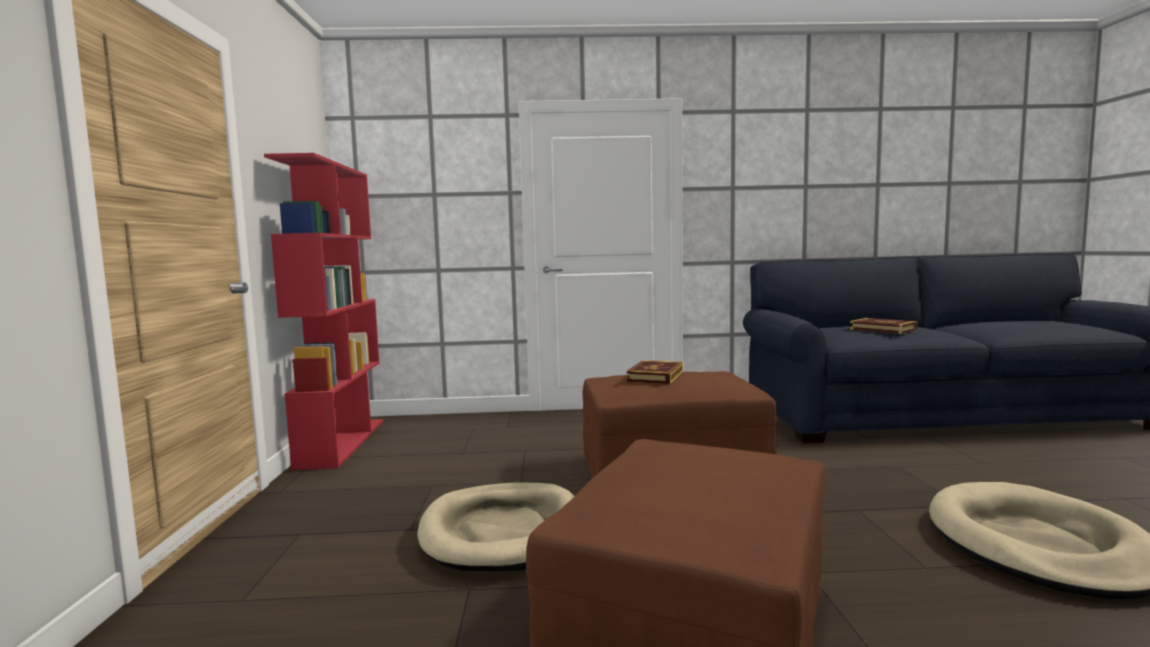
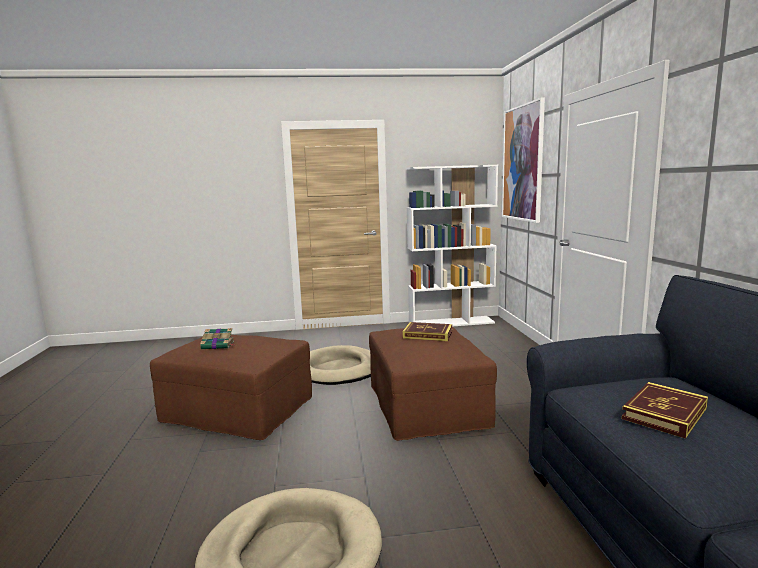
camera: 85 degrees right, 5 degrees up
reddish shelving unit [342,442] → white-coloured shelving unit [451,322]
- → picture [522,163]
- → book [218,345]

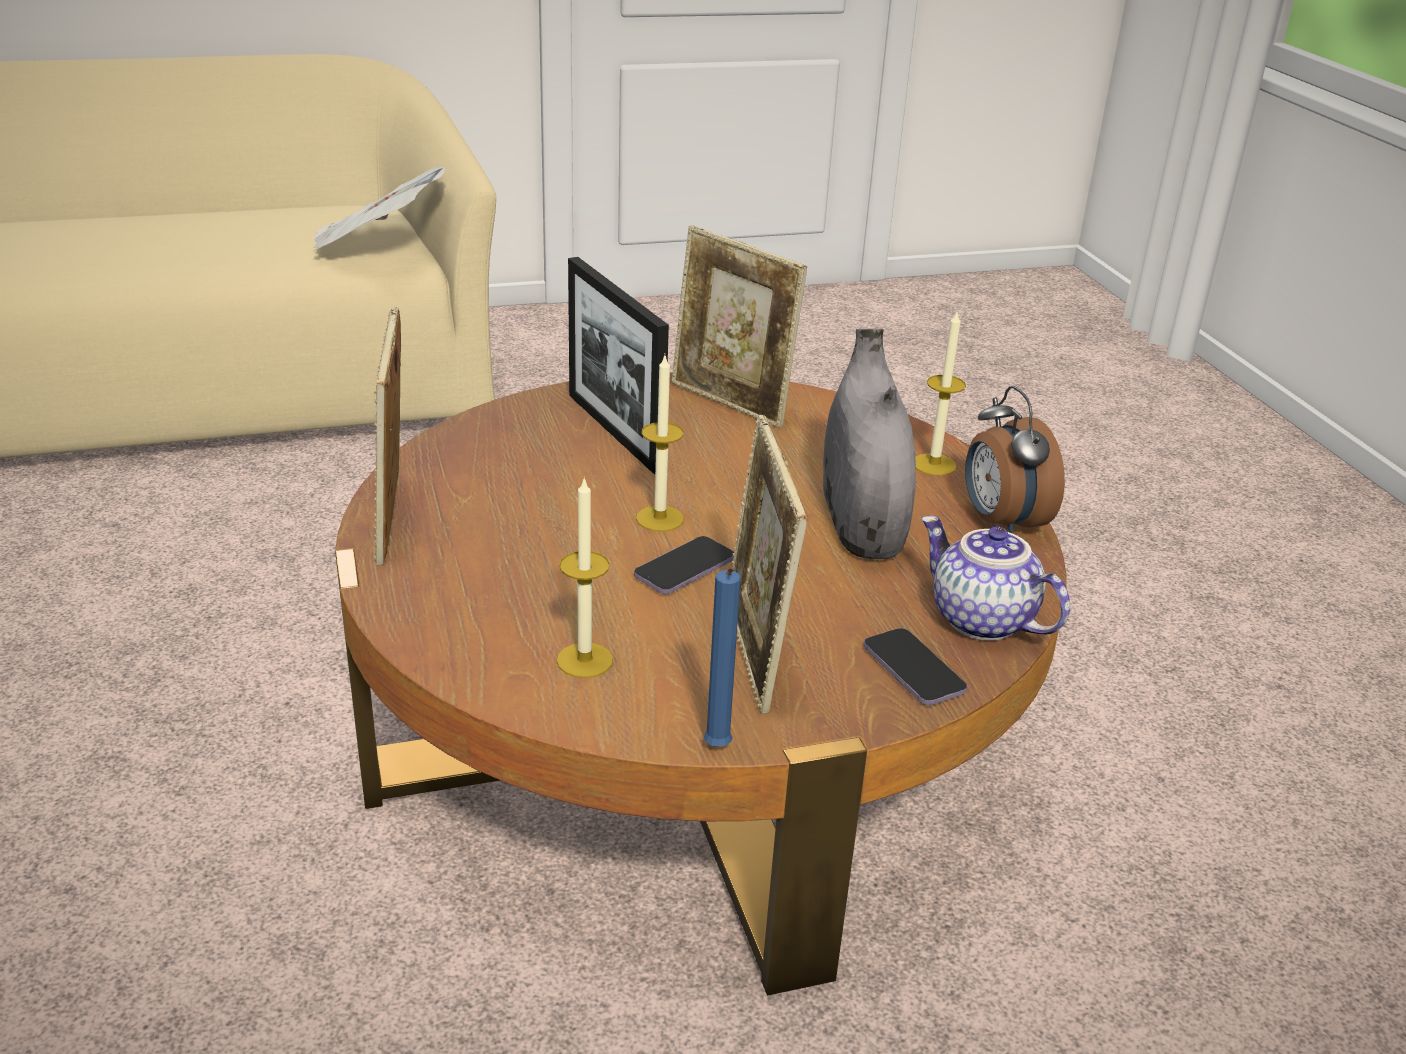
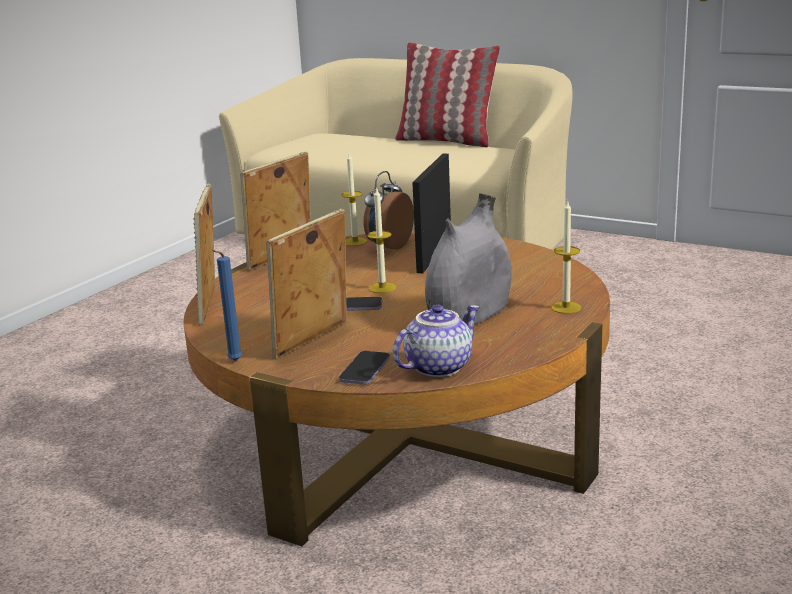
camera: 50 degrees right, 10 degrees down
newspaper [376,246] → -
standing frame [731,403] → standing frame [211,306], shifted
alarm clock [1000,522] → alarm clock [388,247], shifted
wax candle [584,660] → wax candle [355,242], shifted
tea pot [979,620] → tea pot [438,366], 45 degrees clockwise
- → pillow [446,141]

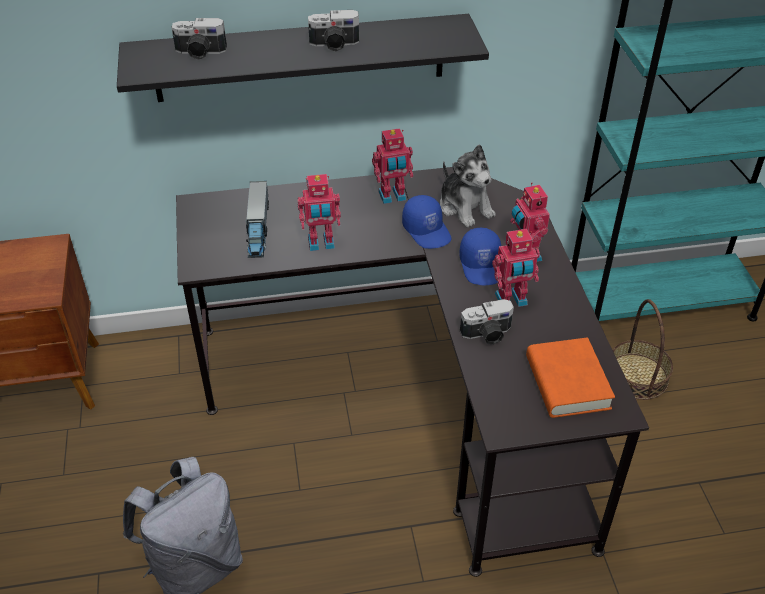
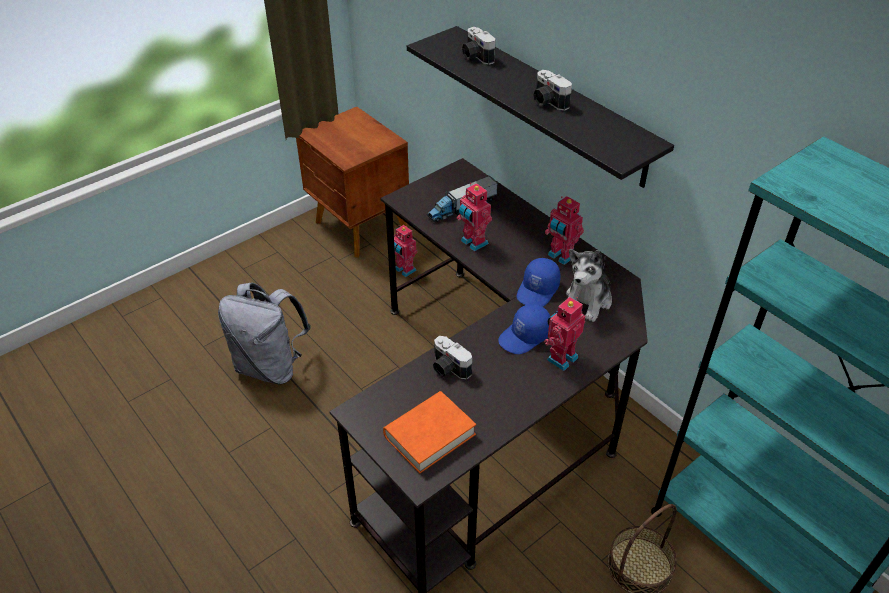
camera: 60 degrees right, 0 degrees up
toy robot [511,301] → toy robot [404,270], shifted

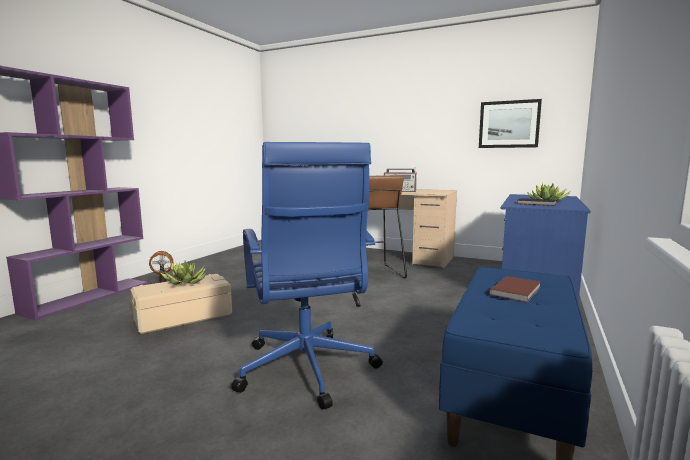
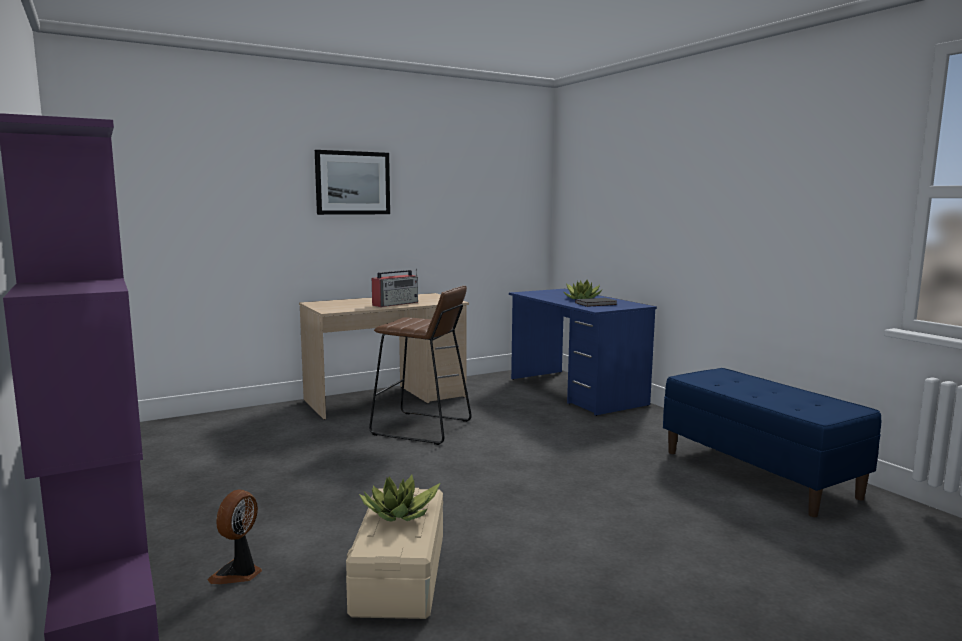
camera: 55 degrees left, 0 degrees up
picture [509,124] → picture [352,183], shifted
blue-coloured desk chair [306,370] → -
brown-coloured book [517,291] → -

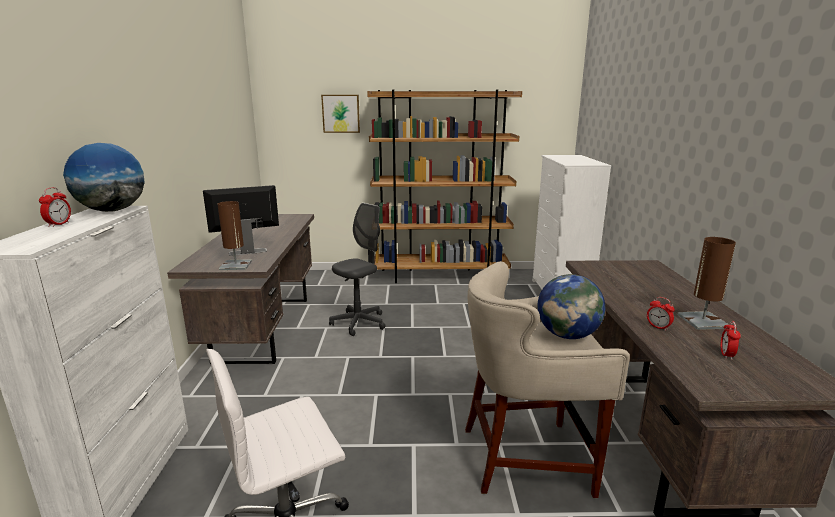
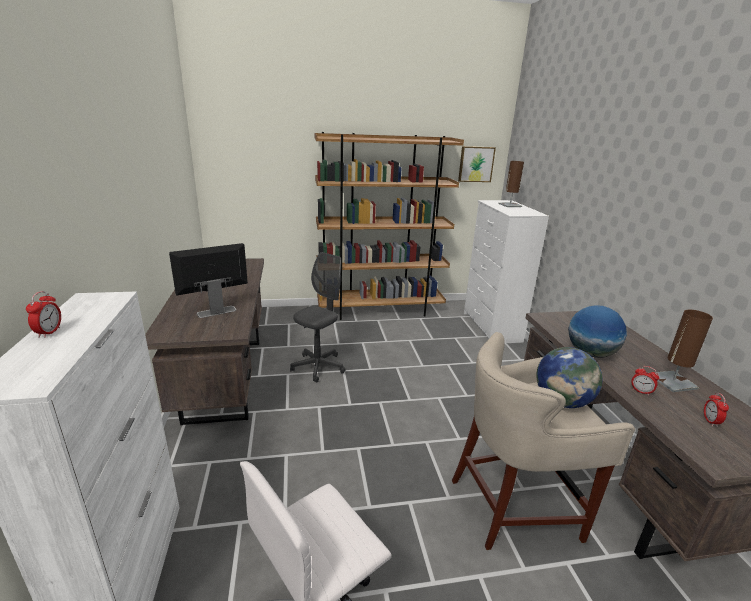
camera: 10 degrees left, 5 degrees up
picture [341,113] → picture [475,164], shifted
desk globe [112,210] → desk globe [590,353], shifted
brown-coloured tabletop lamp [236,265] → brown-coloured tabletop lamp [510,205], shifted

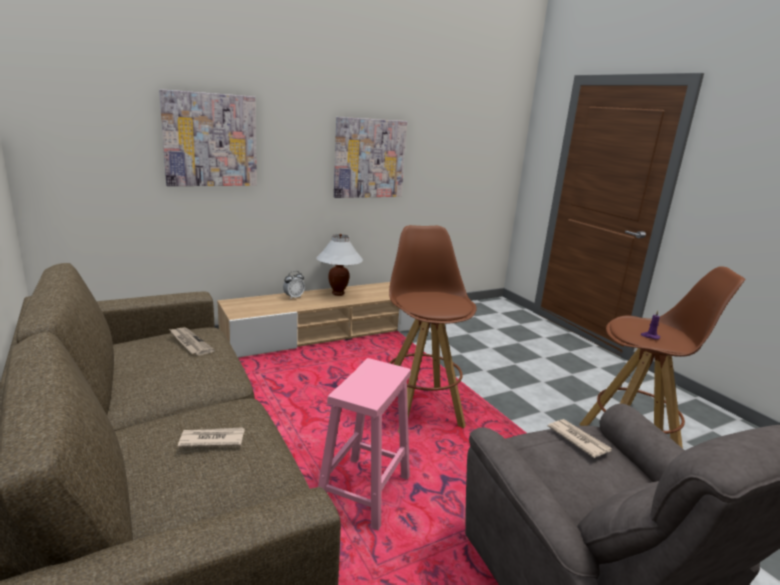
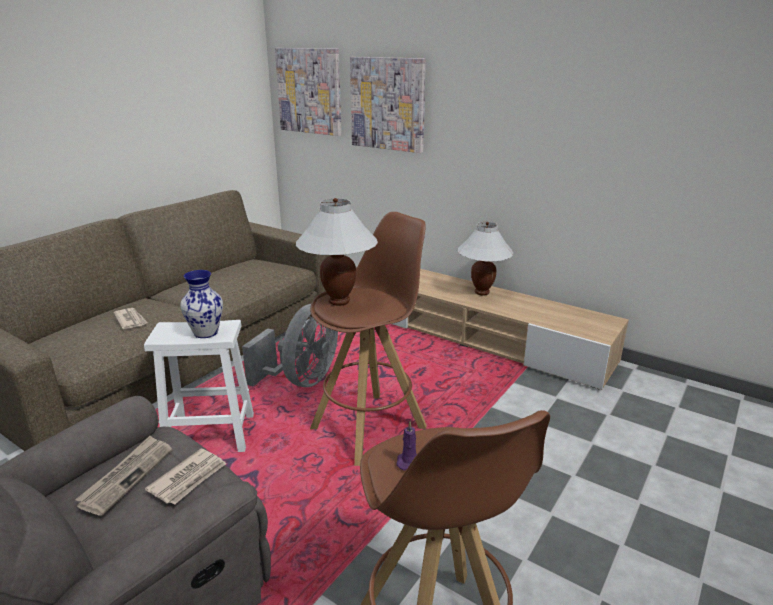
camera: 65 degrees right, 5 degrees up
picture [369,158] → picture [309,91], shifted
alarm clock [293,297] → -
newspaper [190,343] → newspaper [127,476], shifted
pink-coloured stool seat [364,493] → white-coloured stool seat [208,435]
- → white-coloured tabletop lamp [339,301]
- → vase [205,332]
- → greyish fan [302,380]

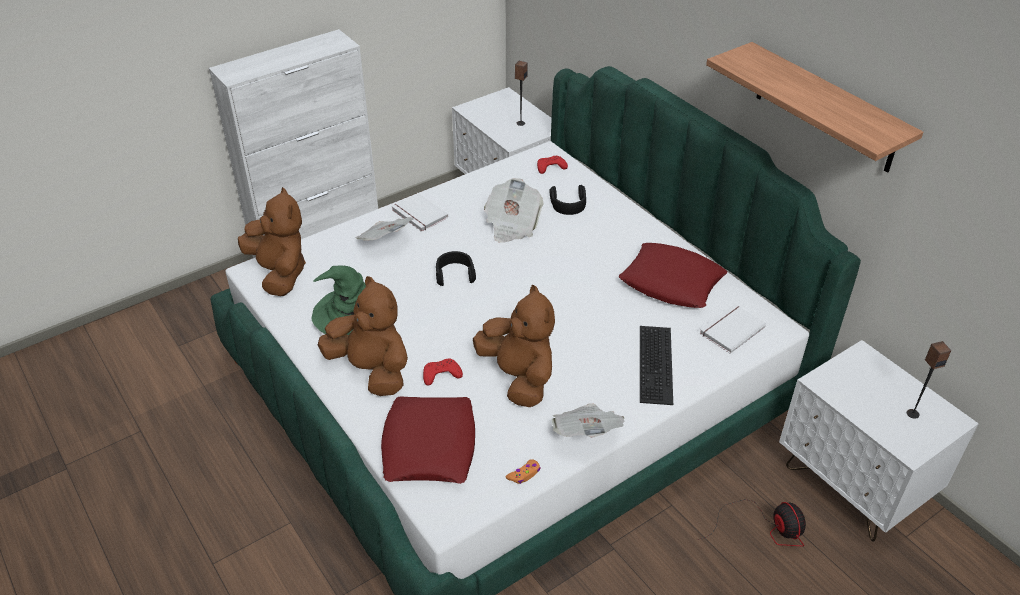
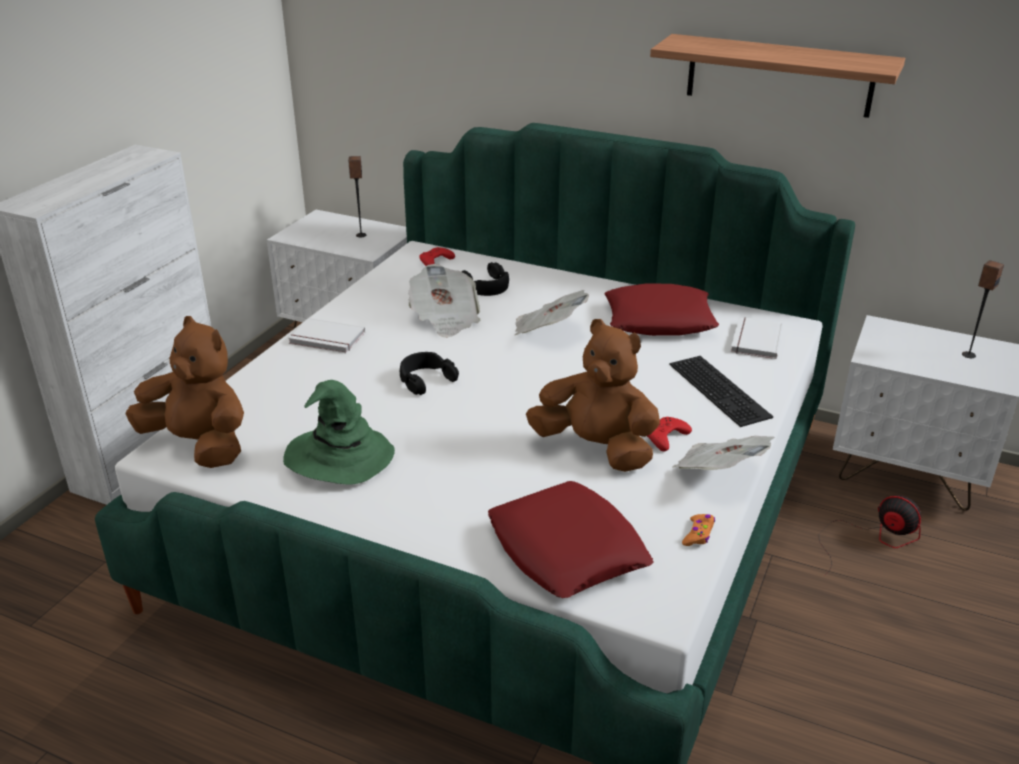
camera: 30 degrees left, 10 degrees down
newspaper [385,241] → newspaper [548,330], shifted
brown-coloured plush toy [371,370] → -
reddish joypad [441,374] → reddish joypad [666,437], shifted

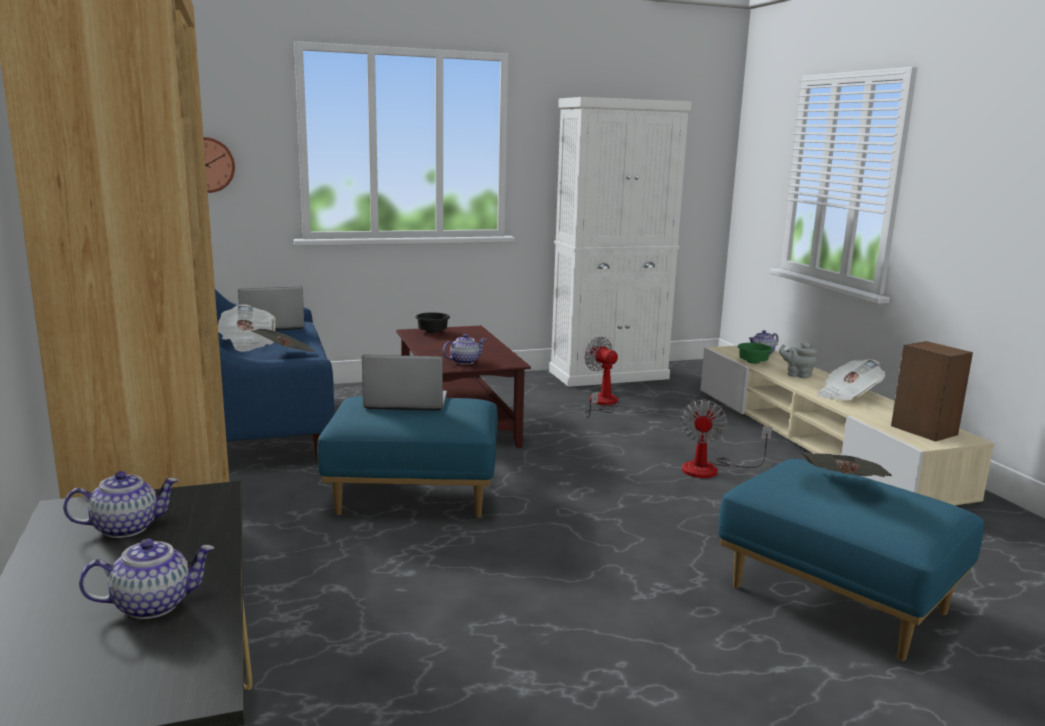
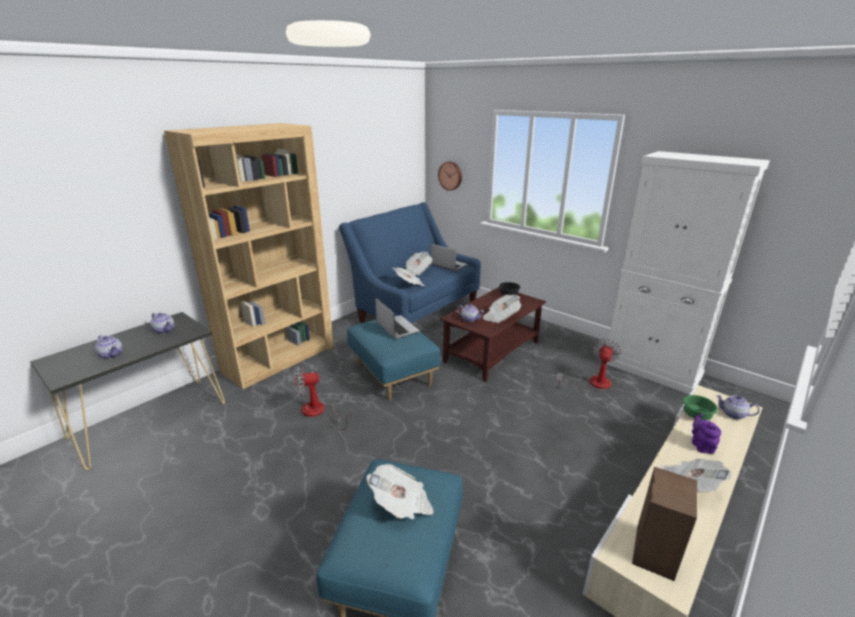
camera: 60 degrees right, 10 degrees up
greyish tea pot [797,375] → purplish tea pot [701,445]
fan [711,469] → fan [319,413], shifted
- → newspaper [500,317]

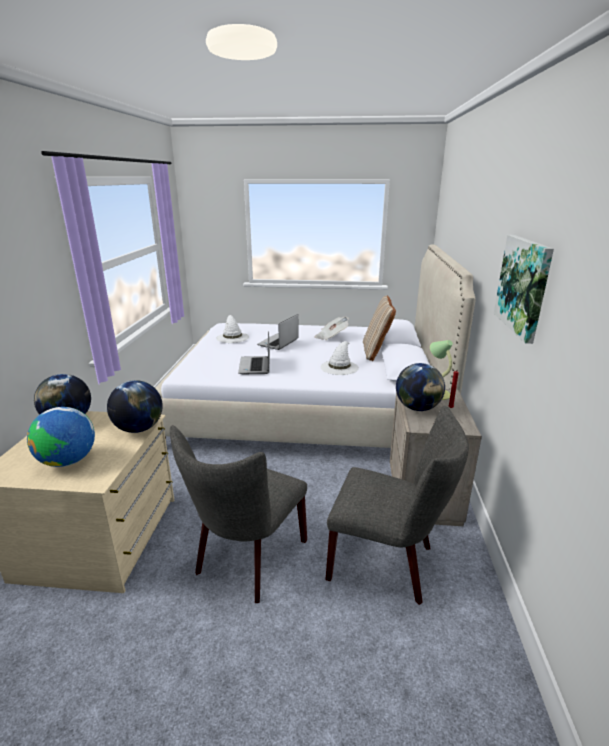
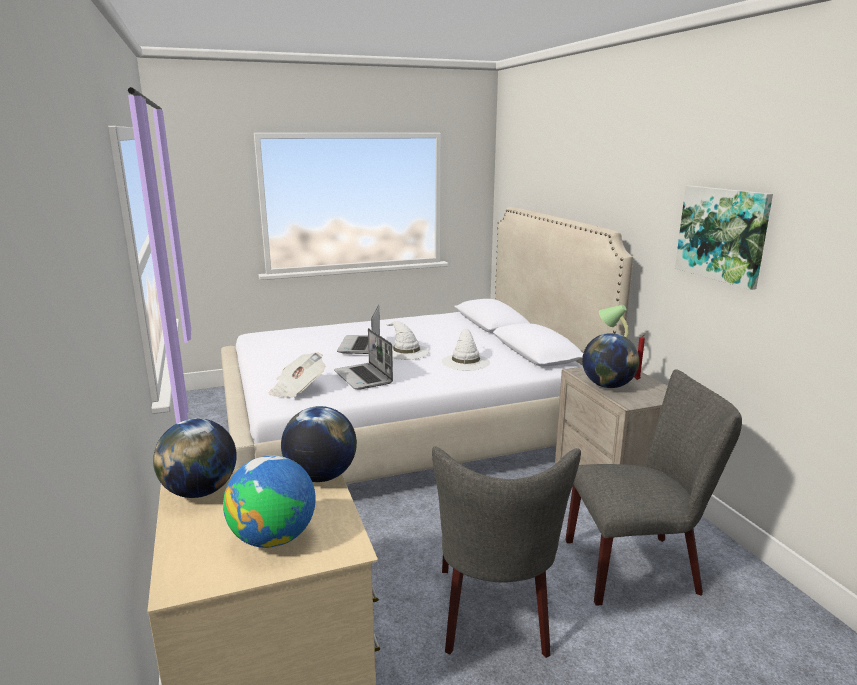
camera: 25 degrees left, 5 degrees down
sand-coloured pillow [376,352] → -
white-coloured clothing hat [232,337] → white-coloured clothing hat [406,351], shifted
newspaper [331,337] → newspaper [297,389], shifted

